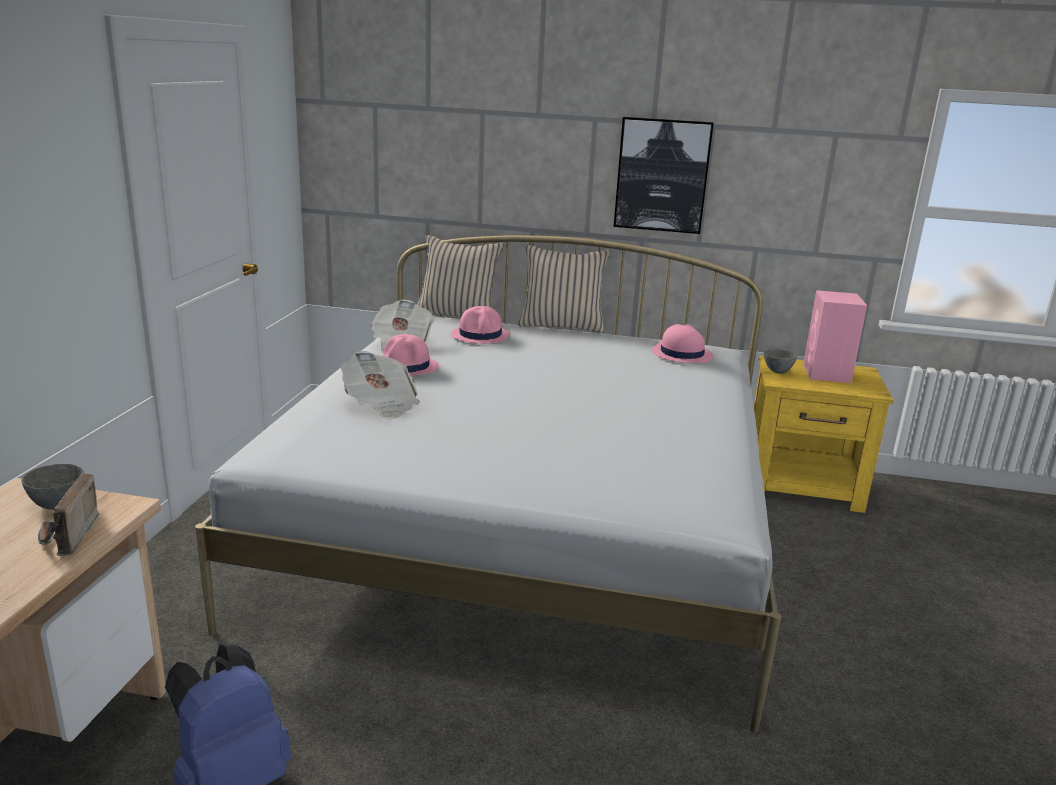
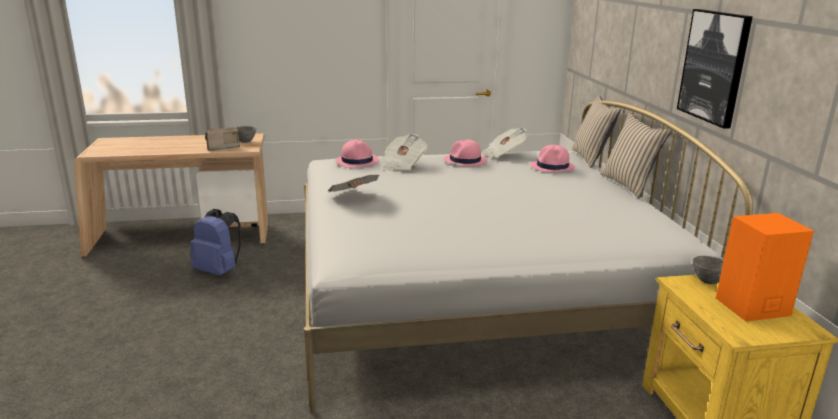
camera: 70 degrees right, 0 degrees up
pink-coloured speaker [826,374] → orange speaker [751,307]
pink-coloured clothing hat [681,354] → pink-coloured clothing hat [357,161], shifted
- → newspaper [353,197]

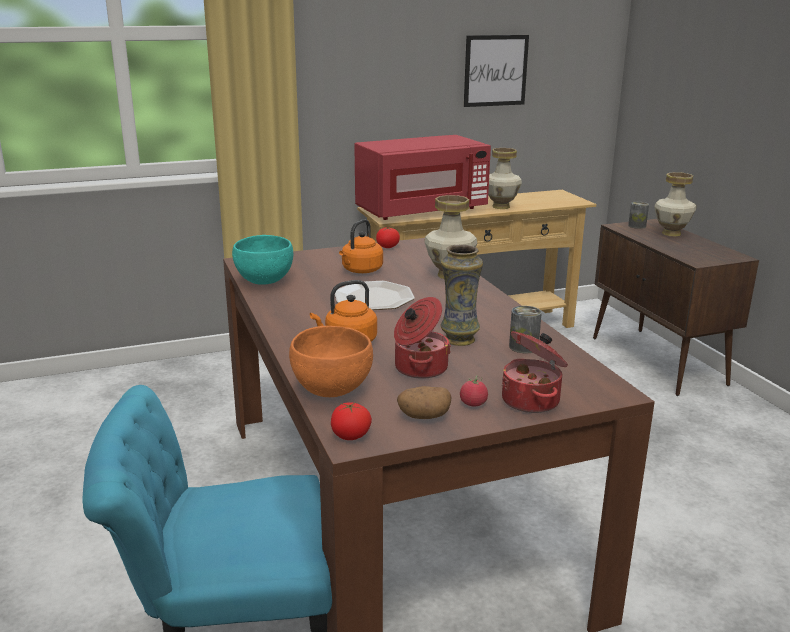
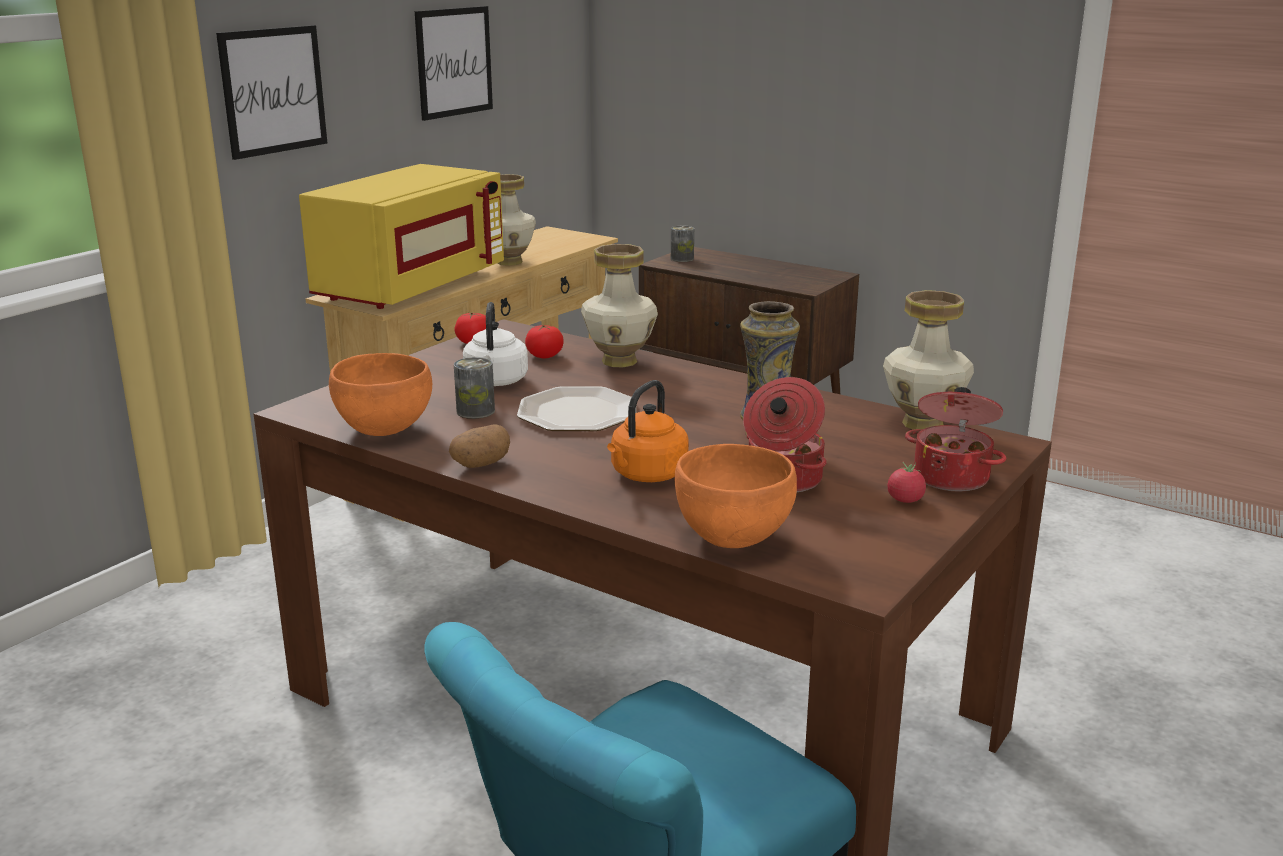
camera: 35 degrees left, 0 degrees up
reddish microwave [421,210] → yellow-coloured microwave [410,286]
vase [671,233] → vase [924,424], shifted
orange tea kettle [360,271] → white-coloured tea kettle [496,382]
turquoise-coloured serving bowl [264,281] → orange serving bowl [383,429]
sealed can [523,347] → sealed can [475,411], shifted
spud [423,416] → spud [480,465], shifted
fresh tomato [351,435] → fresh tomato [545,356], shifted
- → picture [273,91]

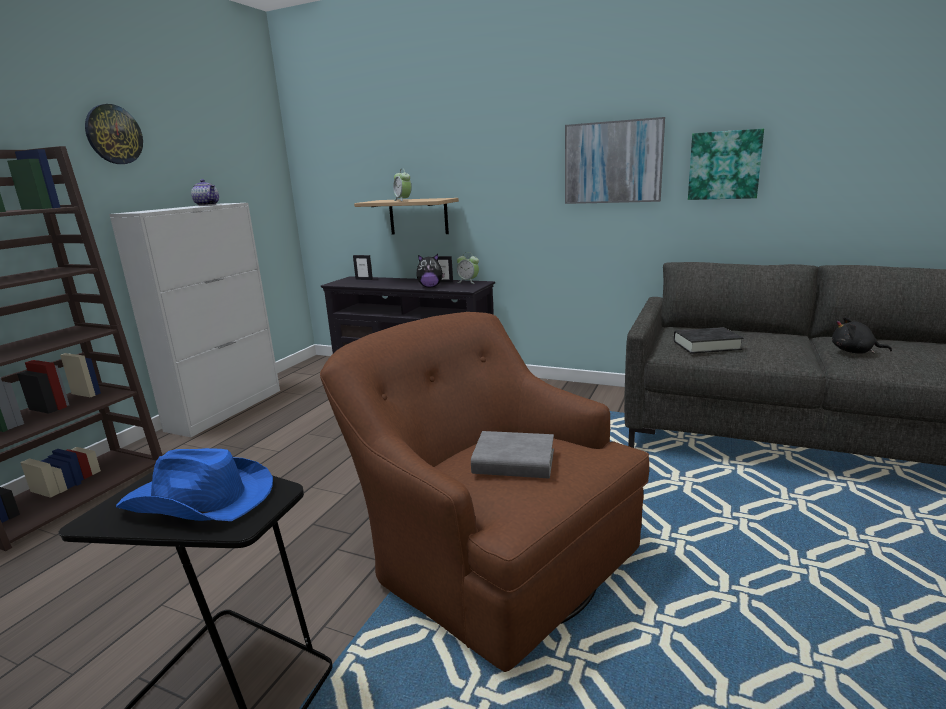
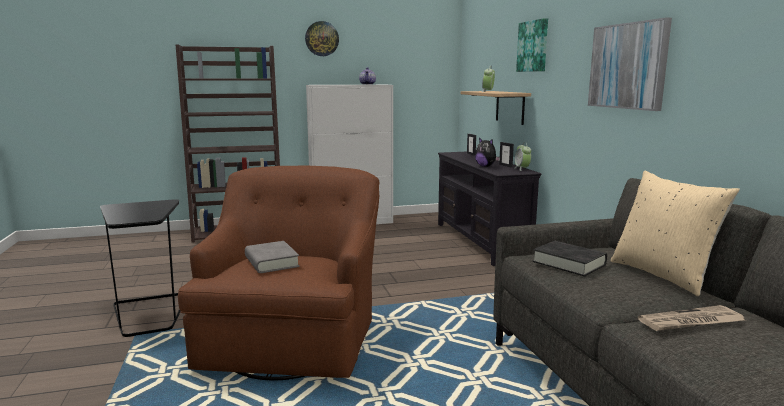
camera: 50 degrees right, 5 degrees down
picture [724,165] → picture [533,46], shifted
black-coloured plush toy [855,352] → newspaper [691,322]
blue-coloured clothing hat [199,500] → -
- → sand-coloured pillow [663,275]

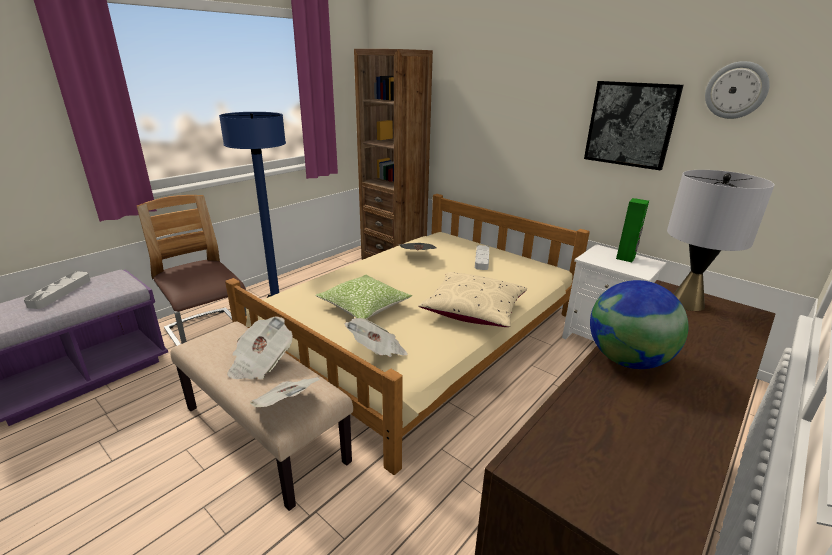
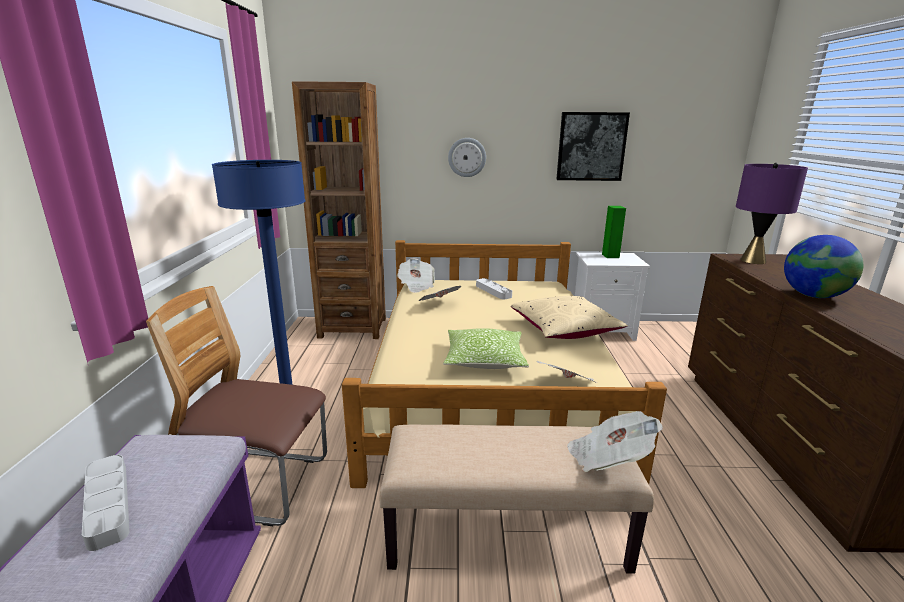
camera: 40 degrees left, 5 degrees down
wall clock [736,90] → wall clock [467,157], shifted
greyish tabletop lamp [686,303] → purplish tabletop lamp [752,261]
newspaper [260,363] → newspaper [416,286], shifted

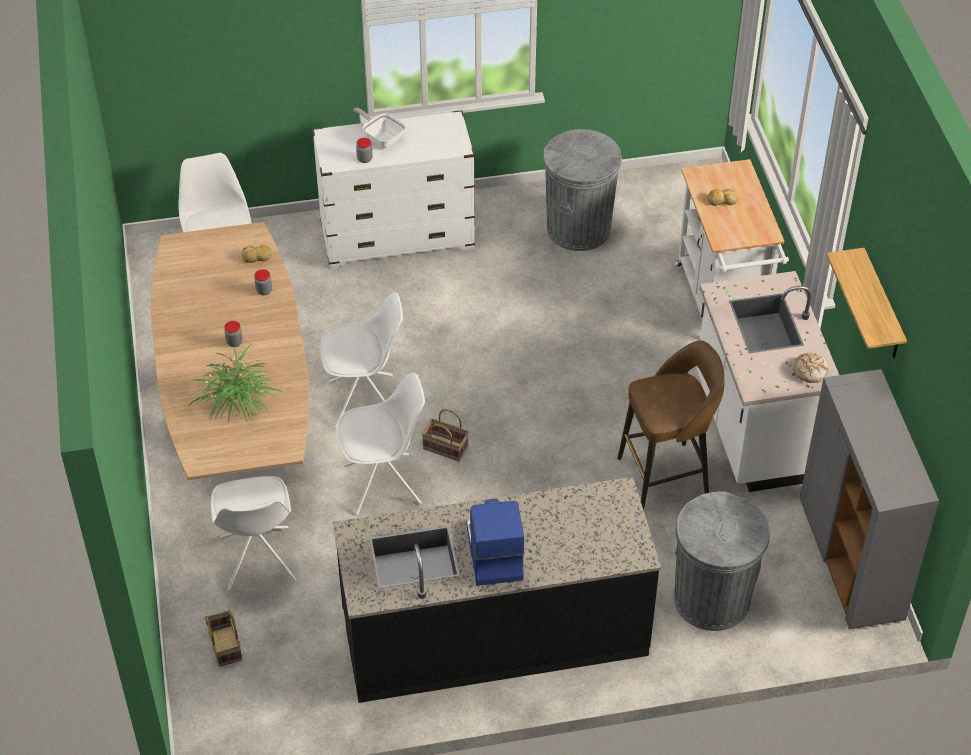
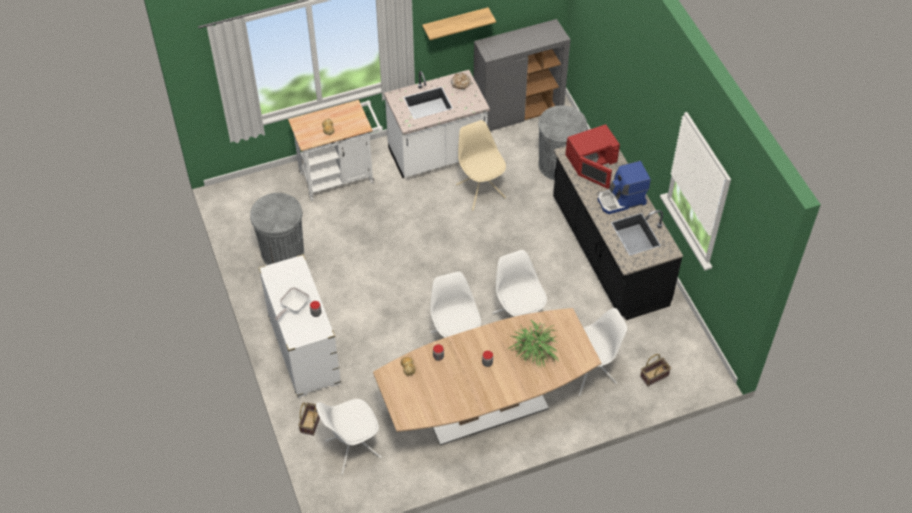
camera: 100 degrees left, 5 degrees up
brown-coloured stool seat [666,476] → sand-coloured chair [480,190]
storage basket [444,448] → storage basket [311,423], shifted
- → reddish microwave [591,160]

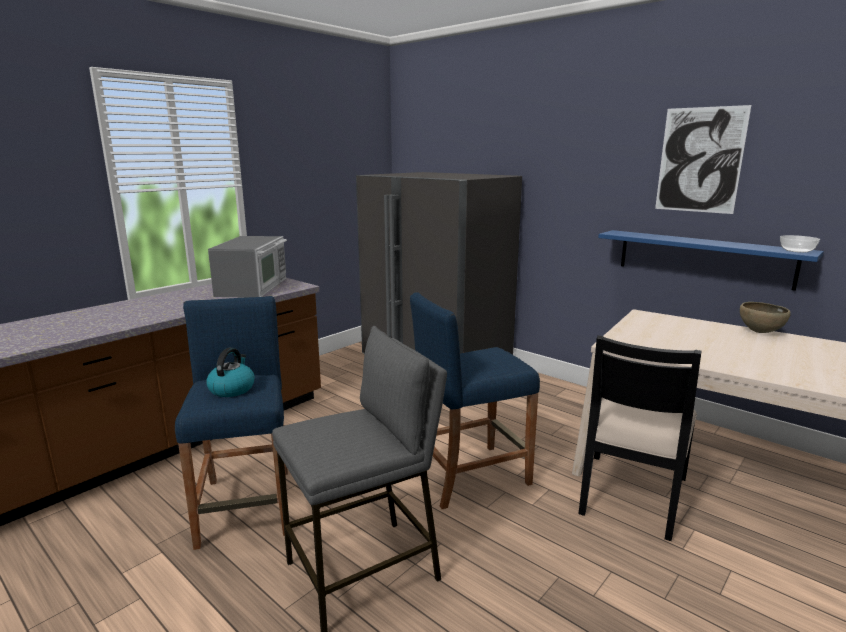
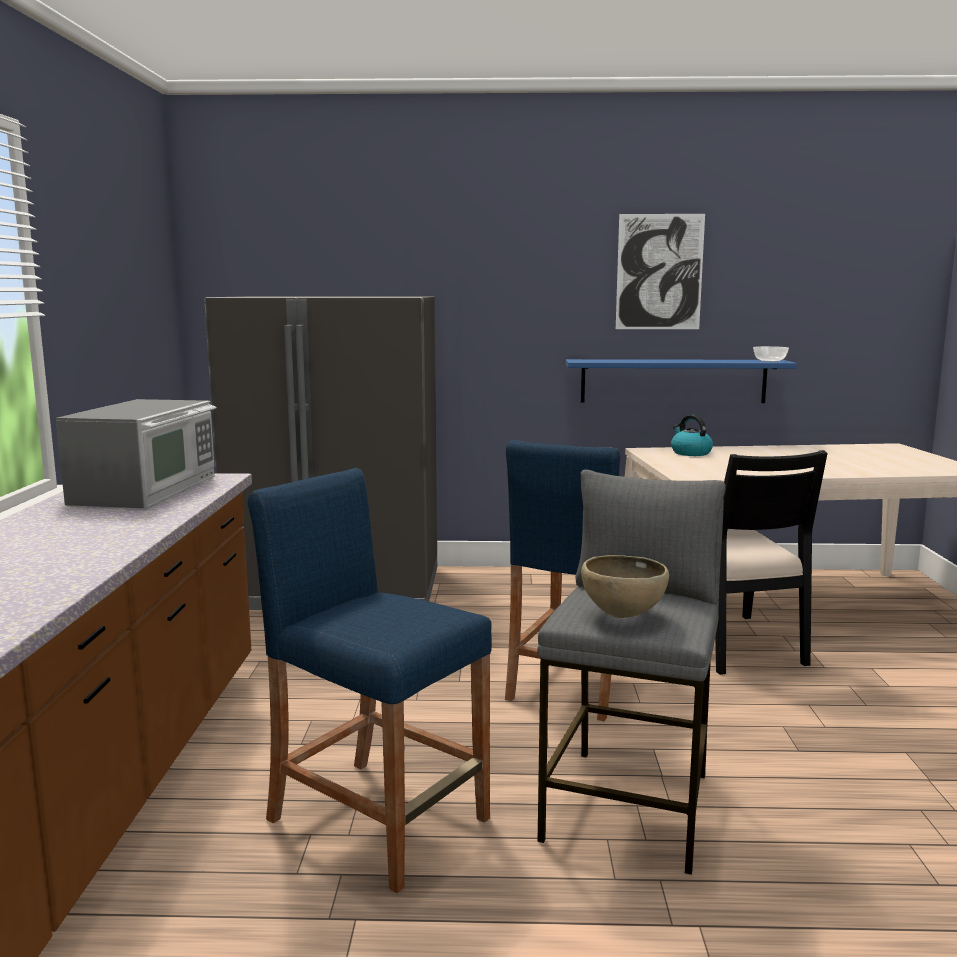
camera: 40 degrees left, 5 degrees down
microwave [254,287] → microwave [148,489], 45 degrees clockwise
brown-coloured serving bowl [760,332] → brown-coloured serving bowl [623,616], shifted
tea kettle [232,389] → tea kettle [690,453], shifted

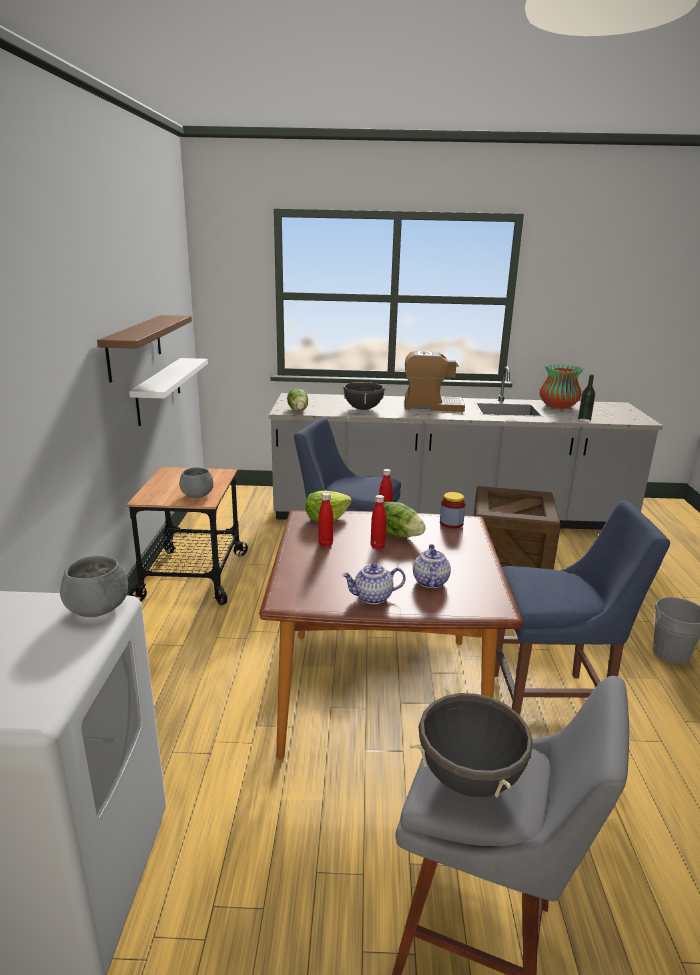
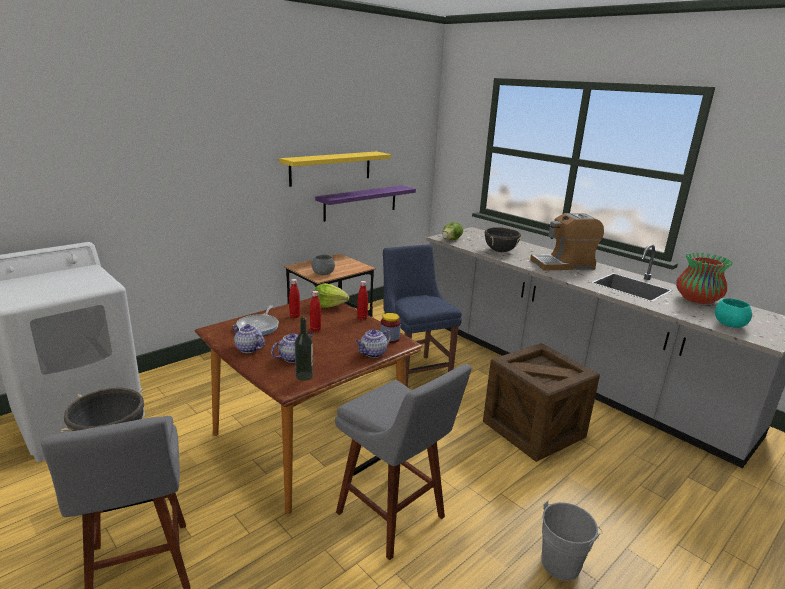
camera: 45 degrees right, 0 degrees up
brown-coloured bracket shelf [135,346] → yellow-coloured bracket shelf [331,168]
coffee maker [432,406] → coffee maker [563,264], 120 degrees clockwise
white-coloured bracket shelf [159,390] → purplish bracket shelf [360,202]
beverage bottle [584,420] → beverage bottle [304,376], shifted
blue-coloured chair [552,702] → greyish stool seat [394,518]
lettuce [398,534] → -
greyish serving bowl [98,609] → -
- → turquoise-coloured serving bowl [729,324]
- → frying pan [259,327]
- → tea pot [373,353]

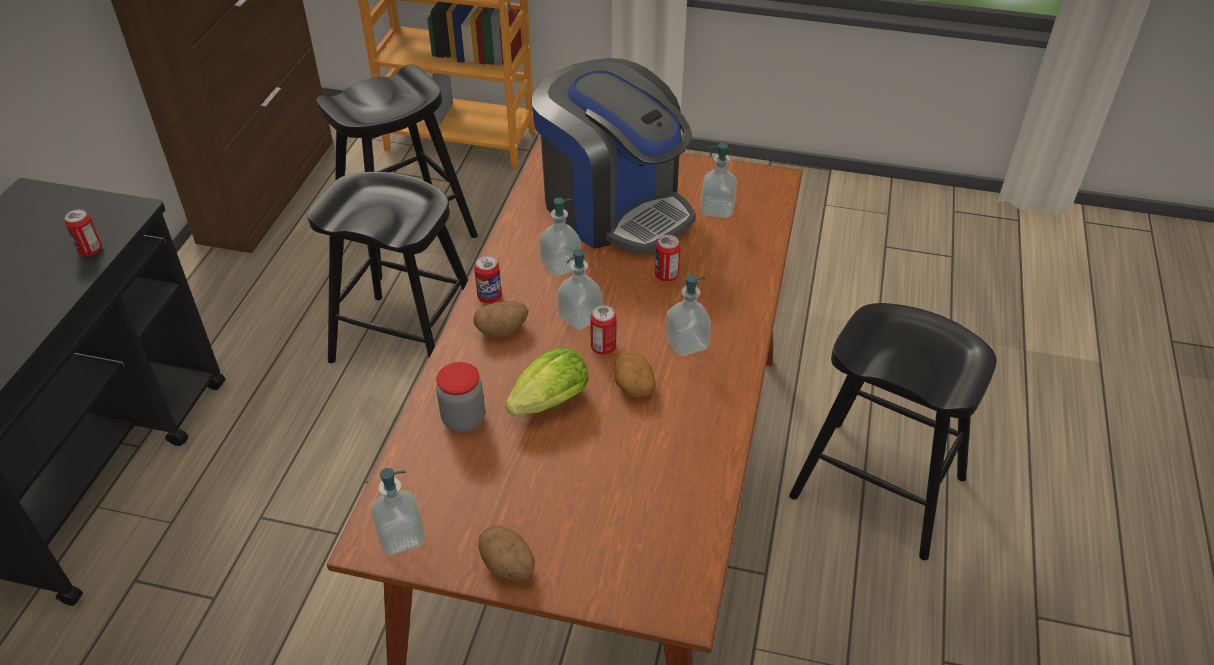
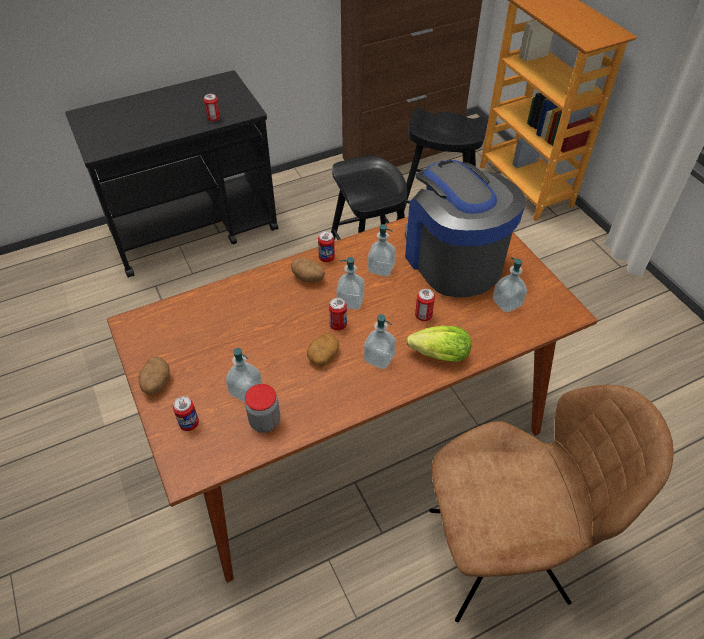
camera: 50 degrees right, 5 degrees up
coffee maker [614,207] → coffee maker [452,259], 150 degrees clockwise
black-coloured stool seat [877,487] → brown-coloured chair [503,554]
lettuce [546,405] → lettuce [436,355], shifted
storage jar [463,420] → storage jar [265,421], shifted
soap bottle [401,537] → soap bottle [246,391], shifted
- → sealed can [189,423]

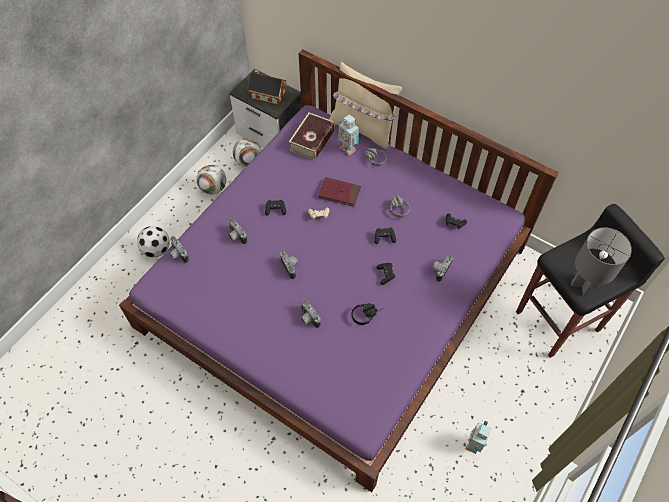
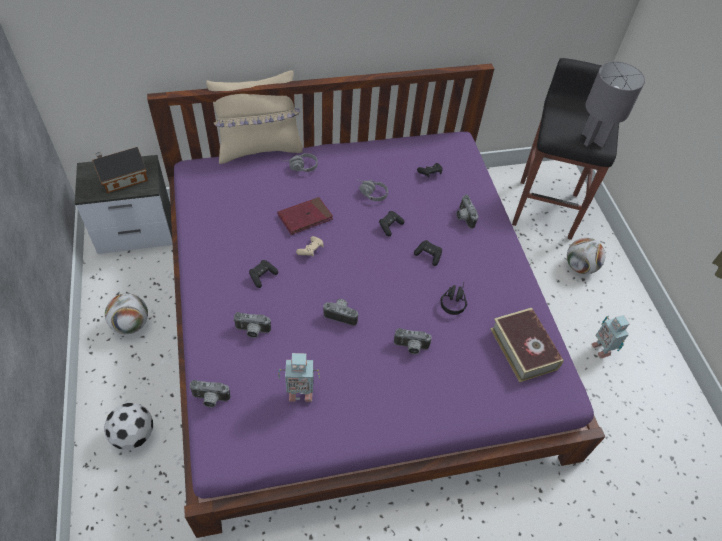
camera: 50 degrees left, 5 degrees down
book [312,140] → book [523,349], shifted
toy robot [348,148] → toy robot [299,392], shifted
football [248,161] → football [580,267], shifted

